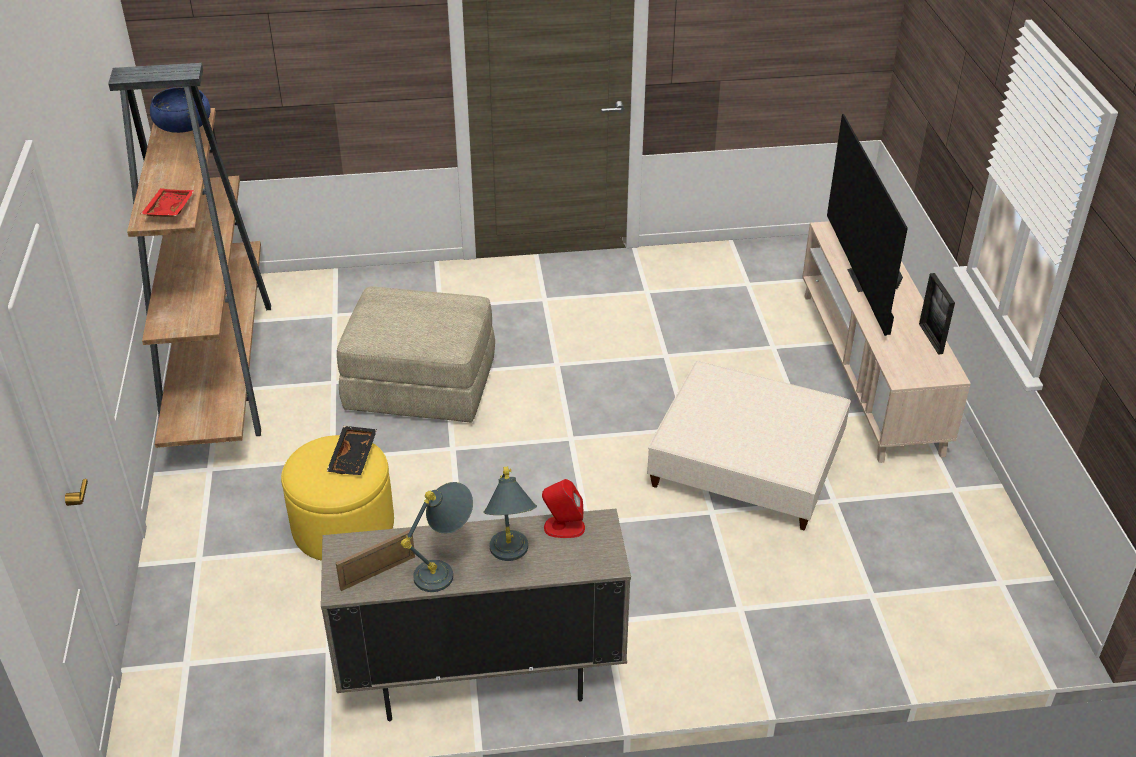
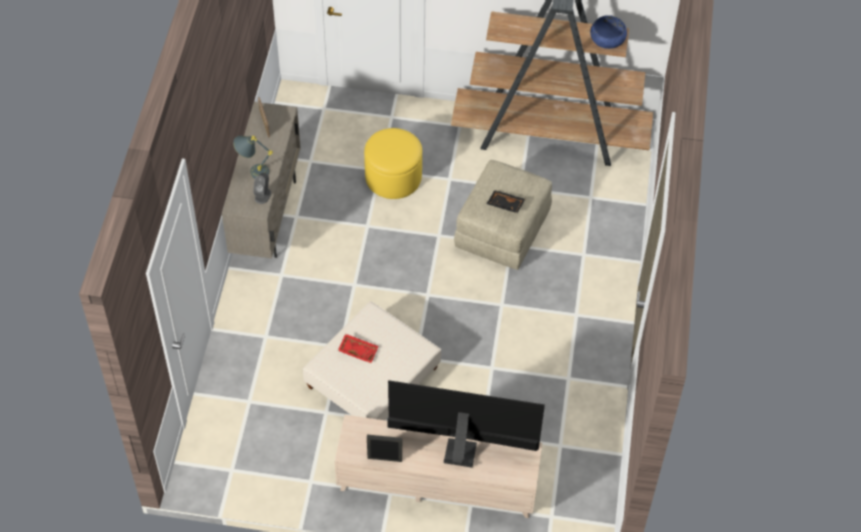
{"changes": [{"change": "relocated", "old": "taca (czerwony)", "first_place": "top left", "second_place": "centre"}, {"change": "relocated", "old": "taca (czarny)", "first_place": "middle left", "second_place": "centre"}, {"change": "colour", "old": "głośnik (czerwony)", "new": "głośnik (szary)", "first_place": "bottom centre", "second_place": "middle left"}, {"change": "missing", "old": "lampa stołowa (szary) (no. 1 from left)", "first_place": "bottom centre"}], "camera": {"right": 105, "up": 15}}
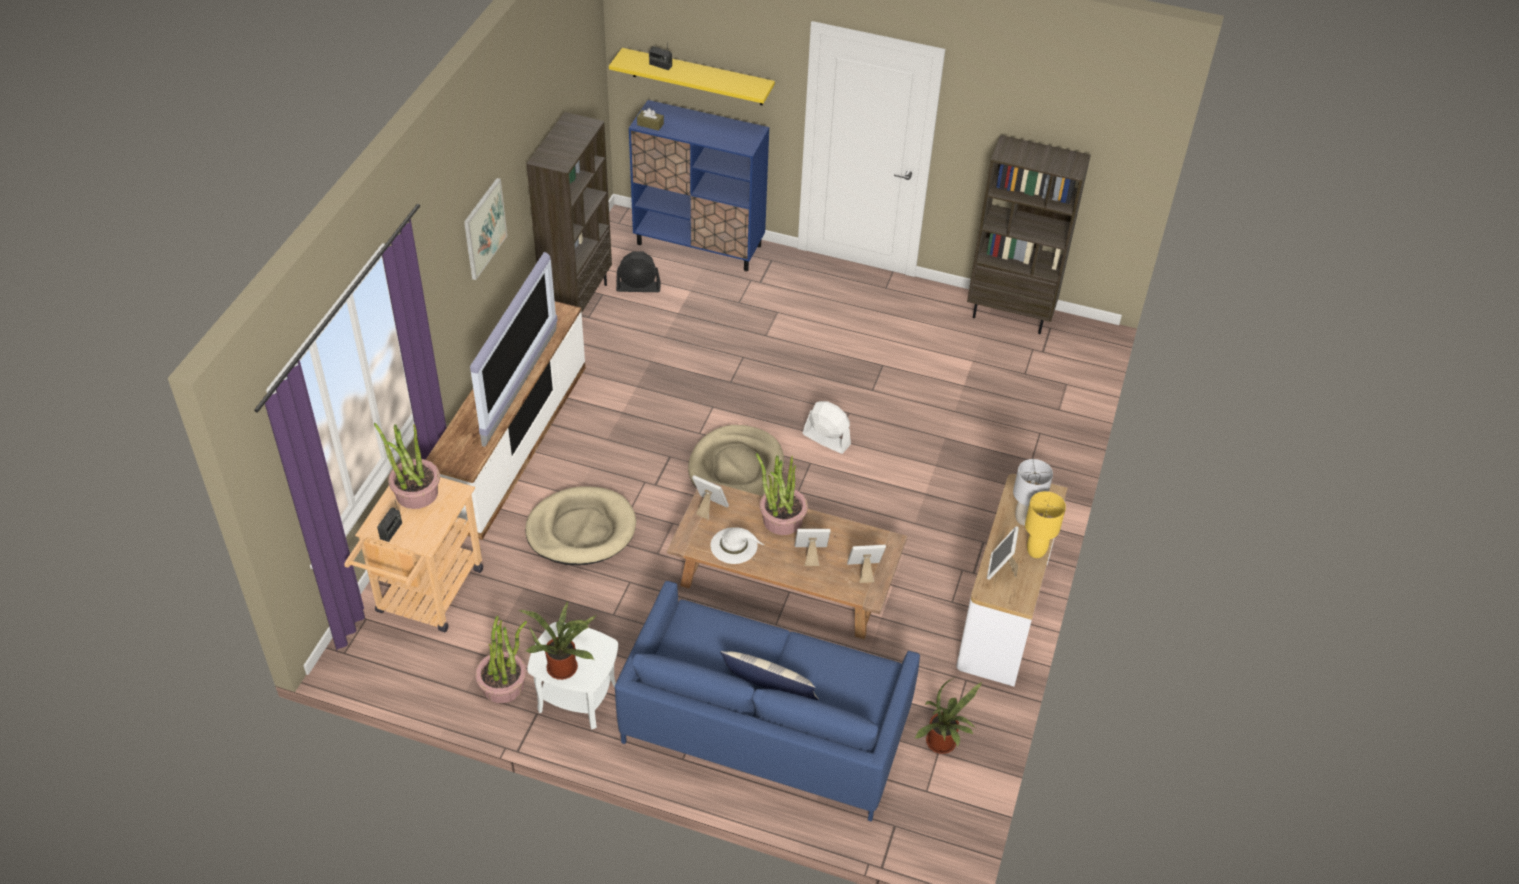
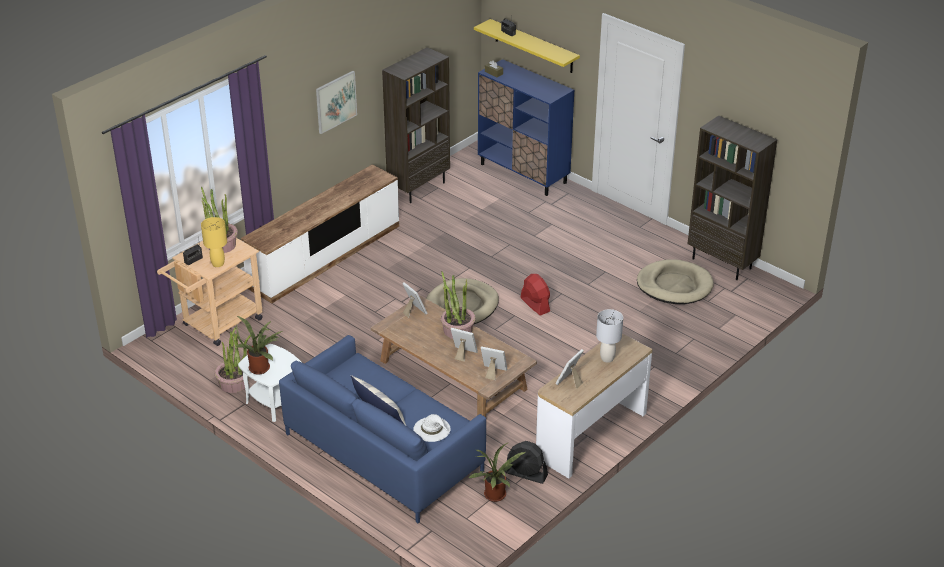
{"changes": [{"change": "relocated", "old": "wentylator (czarny)", "first_place": "top centre", "second_place": "bottom centre"}, {"change": "missing", "old": "telewizor", "first_place": "centre"}, {"change": "colour", "old": "wentylator (biały)", "new": "wentylator (czerwony)", "first_place": "centre", "second_place": "centre"}, {"change": "relocated", "old": "legowisko (beżowy) (no. 1 from left in the first image)", "new": "legowisko (beżowy) (no. 2 from left)", "first_place": "centre", "second_place": "middle right"}, {"change": "relocated", "old": "lampa stołowa (żółty)", "first_place": "middle right", "second_place": "middle left"}, {"change": "relocated", "old": "kapelusz (biały)", "first_place": "centre", "second_place": "bottom centre"}], "camera": {"right": 25, "up": -10}}
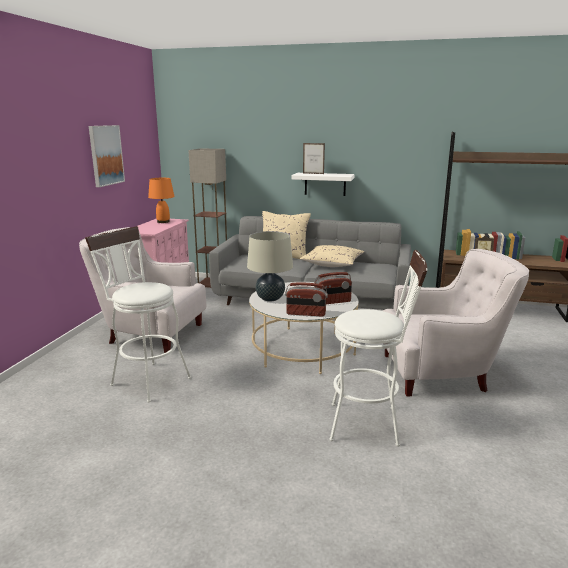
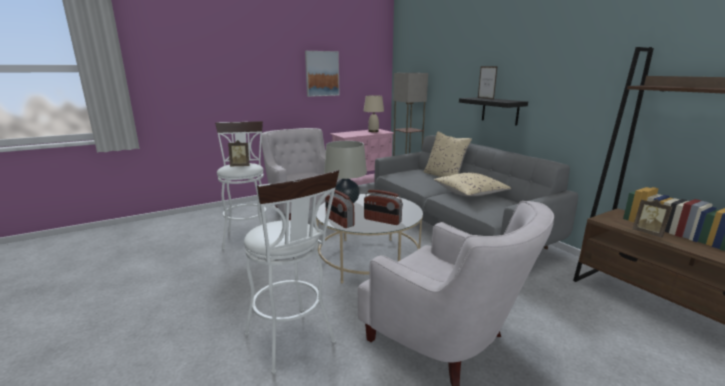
{"changes": [{"change": "colour", "old": "półka (biały)", "new": "półka (czarny)", "first_place": "top centre", "second_place": "top right"}, {"change": "colour", "old": "lampa stołowa (pomarańczowy)", "new": "lampa stołowa (beżowy) (no. 2 from left)", "first_place": "middle left", "second_place": "top centre"}, {"change": "appeared", "new": "ramka na zdjęcie (no. 1 from left)", "second_place": "middle left"}], "camera": {"right": 45, "up": 0}}
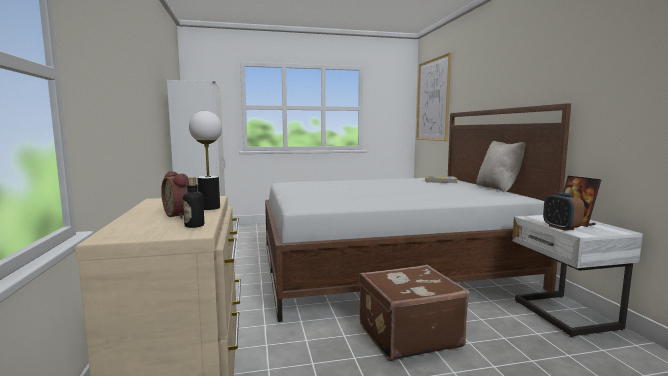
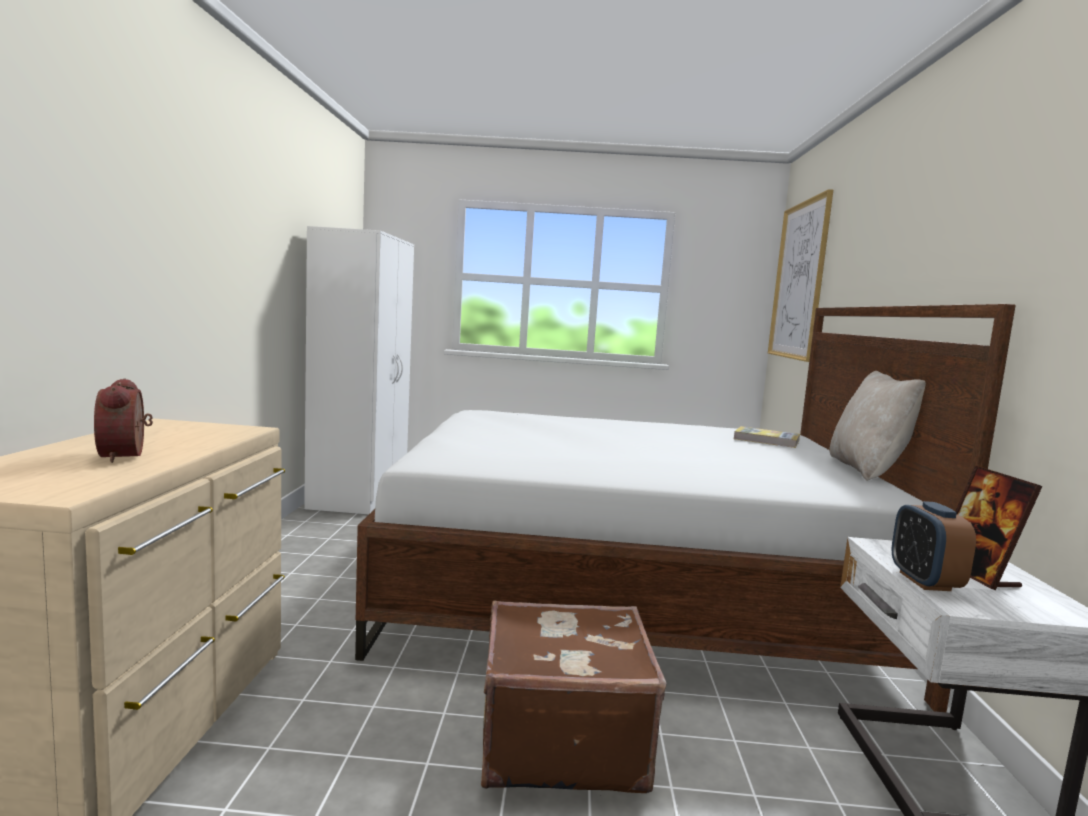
{"changes": [{"change": "missing", "old": "lampa stołowa", "first_place": "middle left"}, {"change": "missing", "old": "butelka", "first_place": "middle left"}], "camera": {"right": 15, "up": 0}}
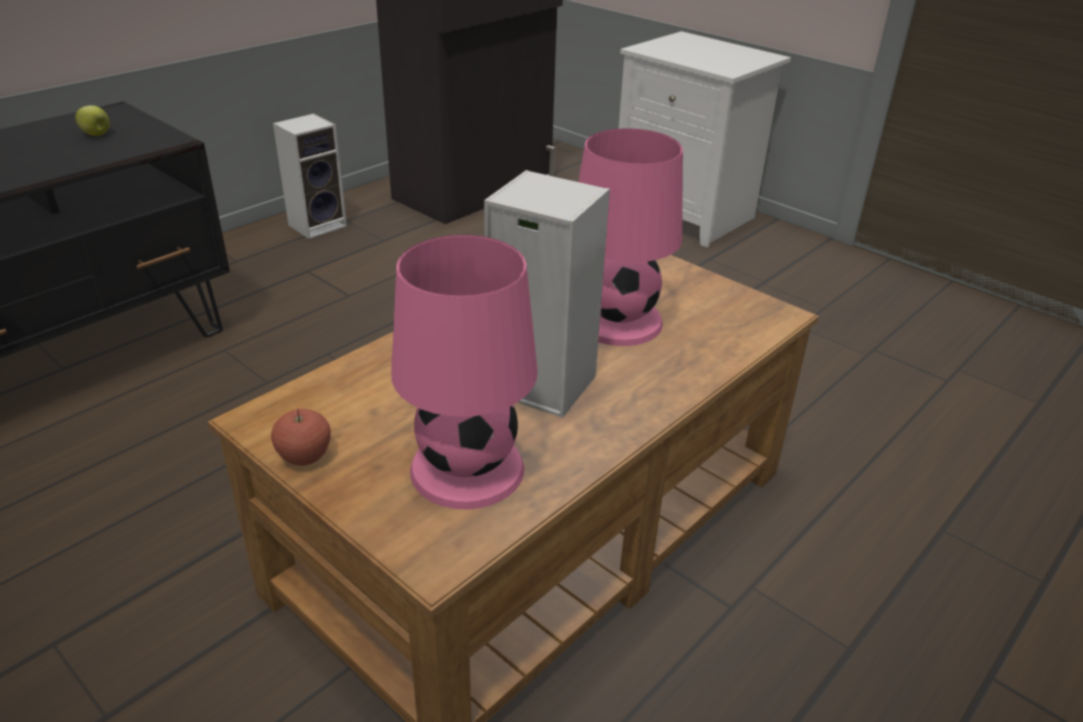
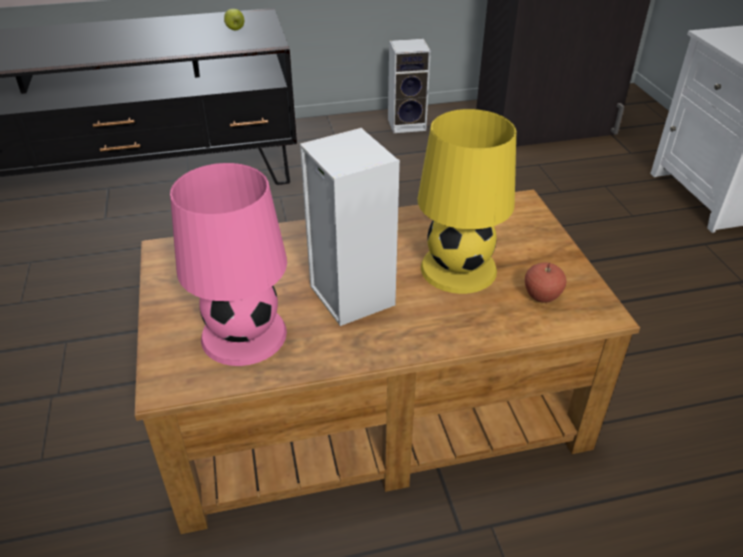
{"changes": [{"change": "colour", "old": "lampa stołowa (różowy) (no. 2 from left)", "new": "lampa stołowa (żółty)", "first_place": "top centre", "second_place": "centre"}, {"change": "relocated", "old": "jabłko (no. 2 from left)", "first_place": "middle left", "second_place": "middle right"}], "camera": {"right": 35, "up": 5}}
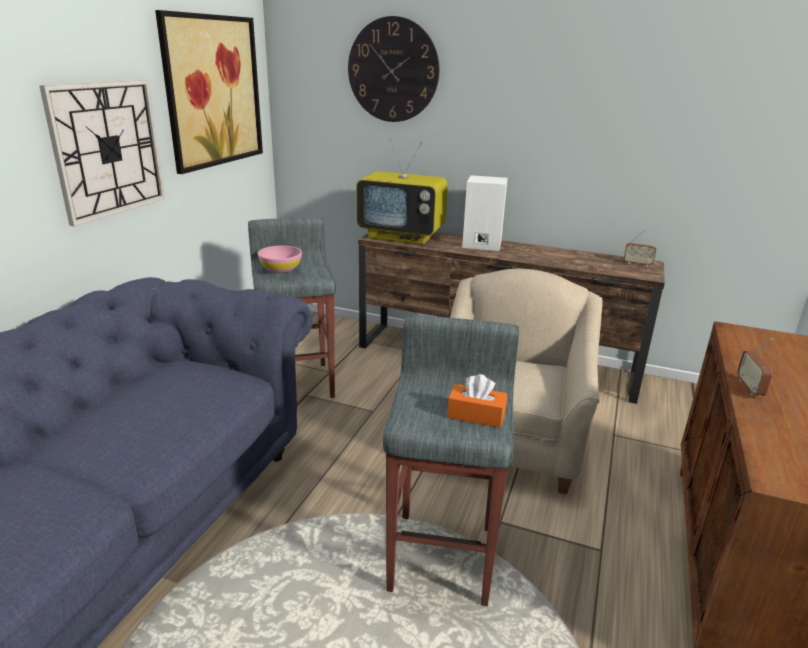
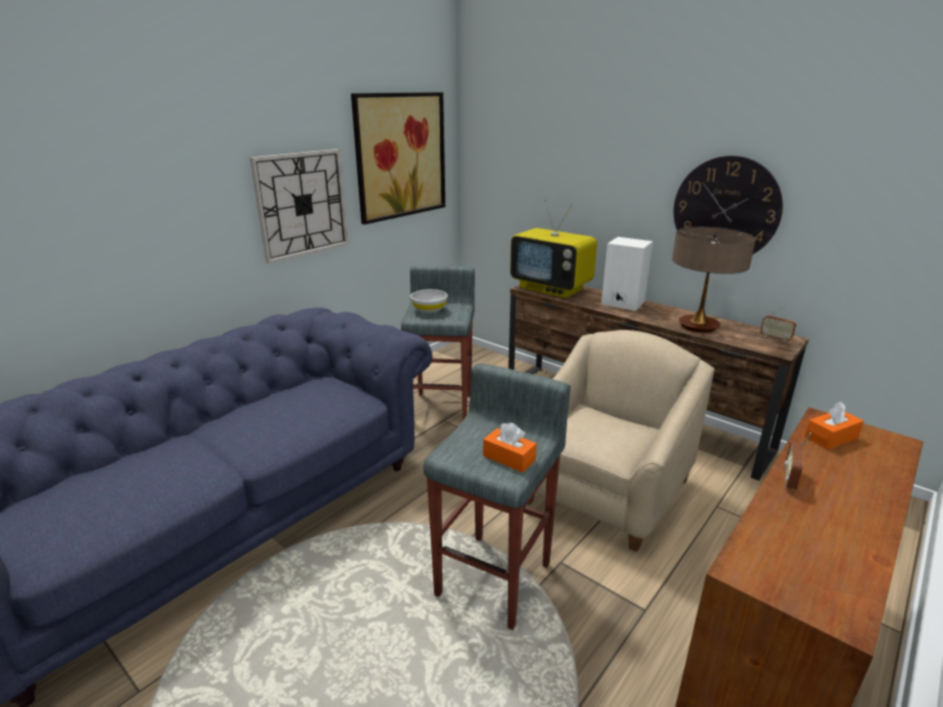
{"changes": [{"change": "relocated", "old": "zegar ścienny (no. 2 from left)", "first_place": "top centre", "second_place": "top right"}, {"change": "colour", "old": "miska (różowy)", "new": "miska (biały)", "first_place": "centre", "second_place": "centre"}, {"change": "appeared", "new": "lampa stołowa", "second_place": "middle right"}, {"change": "appeared", "new": "pudełko chusteczek (pomarańczowy) (no. 2 from left)", "second_place": "middle right"}], "camera": {"right": 20, "up": 0}}
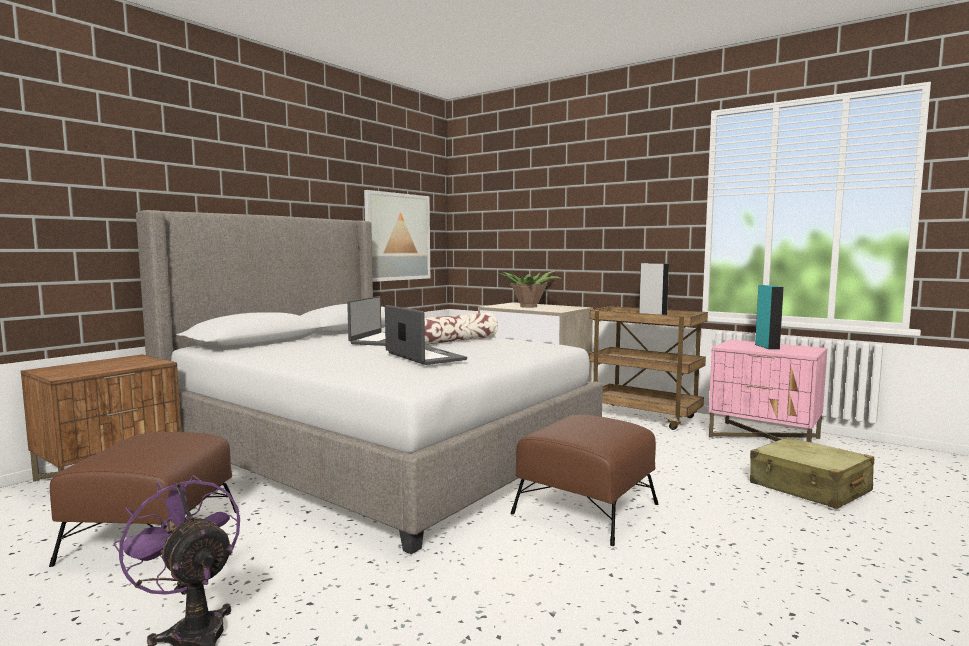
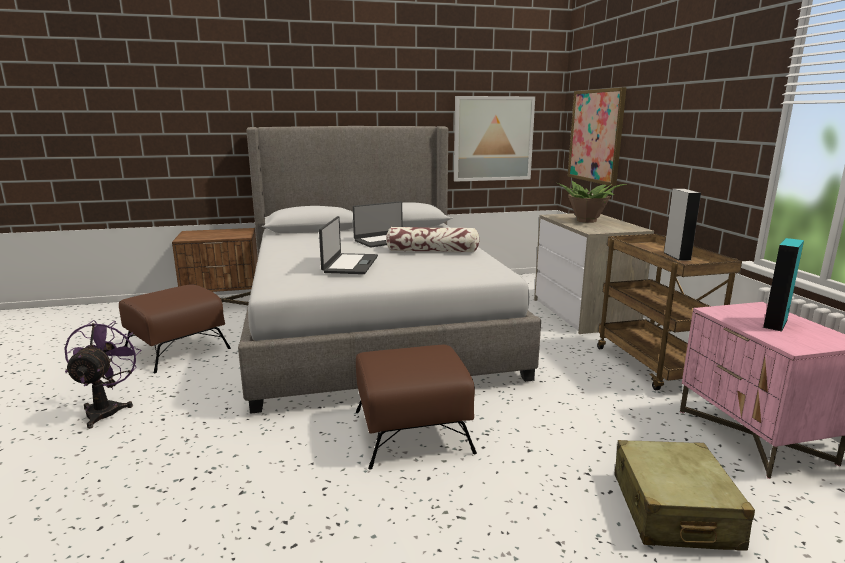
{"changes": [{"change": "appeared", "new": "obraz (no. 2 from left)", "second_place": "top right"}], "camera": {"right": 40, "up": 10}}
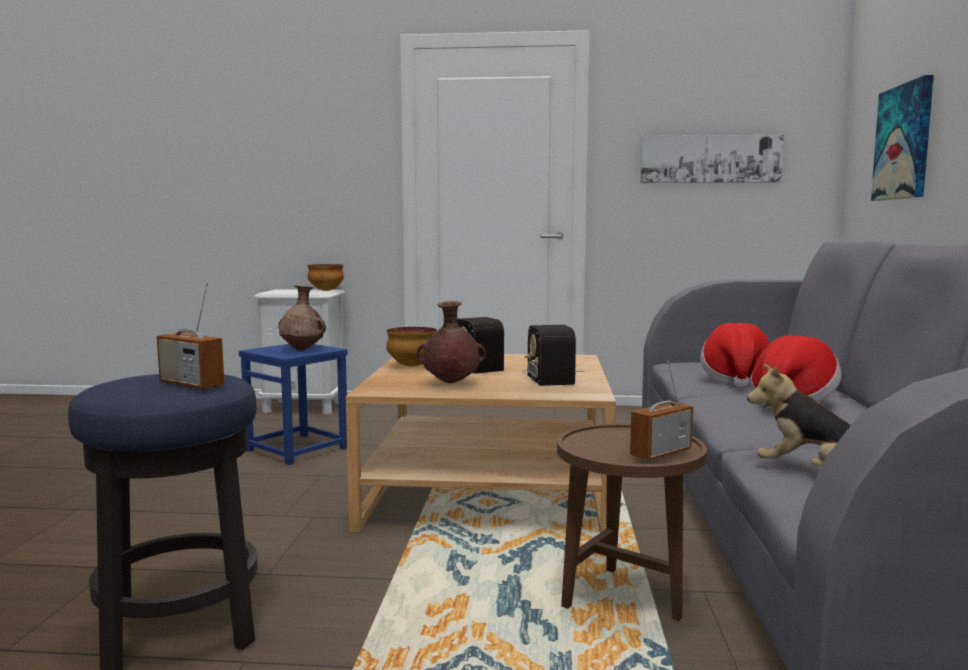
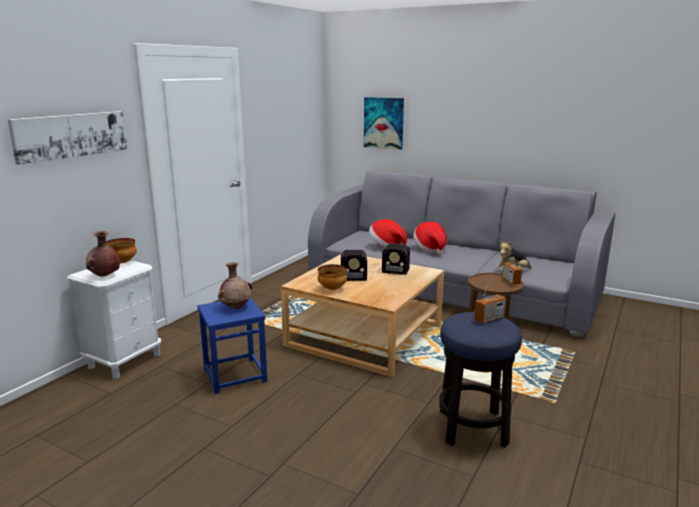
{"changes": [{"change": "relocated", "old": "obraz (no. 1 from left)", "first_place": "top right", "second_place": "top left"}, {"change": "relocated", "old": "wazon (brązowy) (no. 2 from left in the first image)", "new": "wazon (brązowy) (no. 1 from left)", "first_place": "centre", "second_place": "middle left"}], "camera": {"right": -65, "up": 10}}
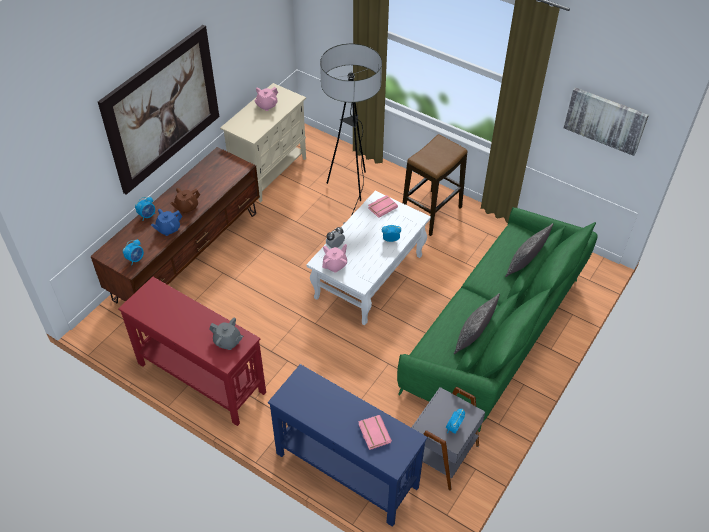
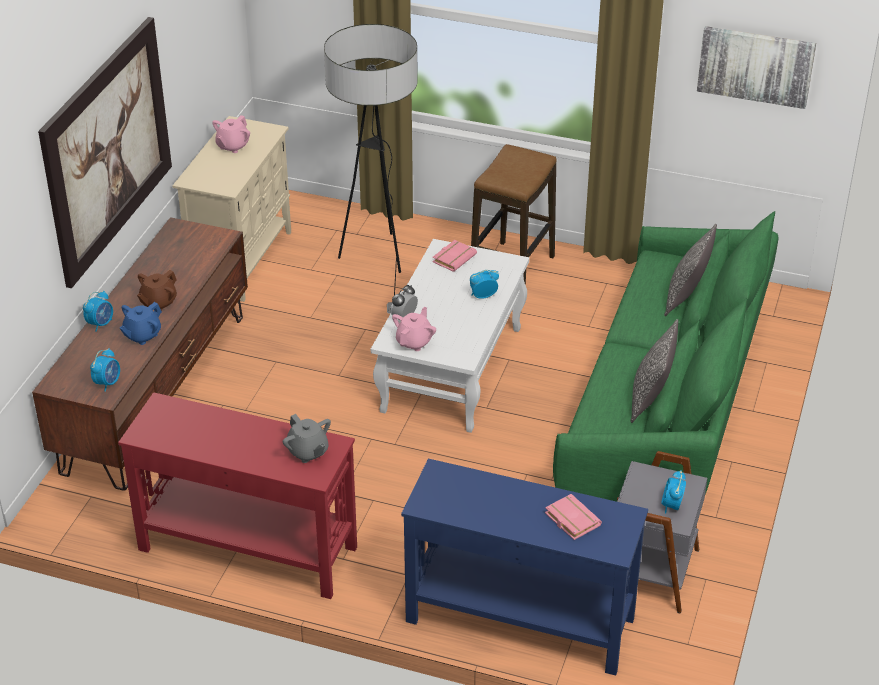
{"changes": [{"change": "spun", "old": "imbryk (szary)", "first_place": "middle left", "second_place": "centre", "degrees": 45}], "camera": {"right": -15, "up": -10}}
